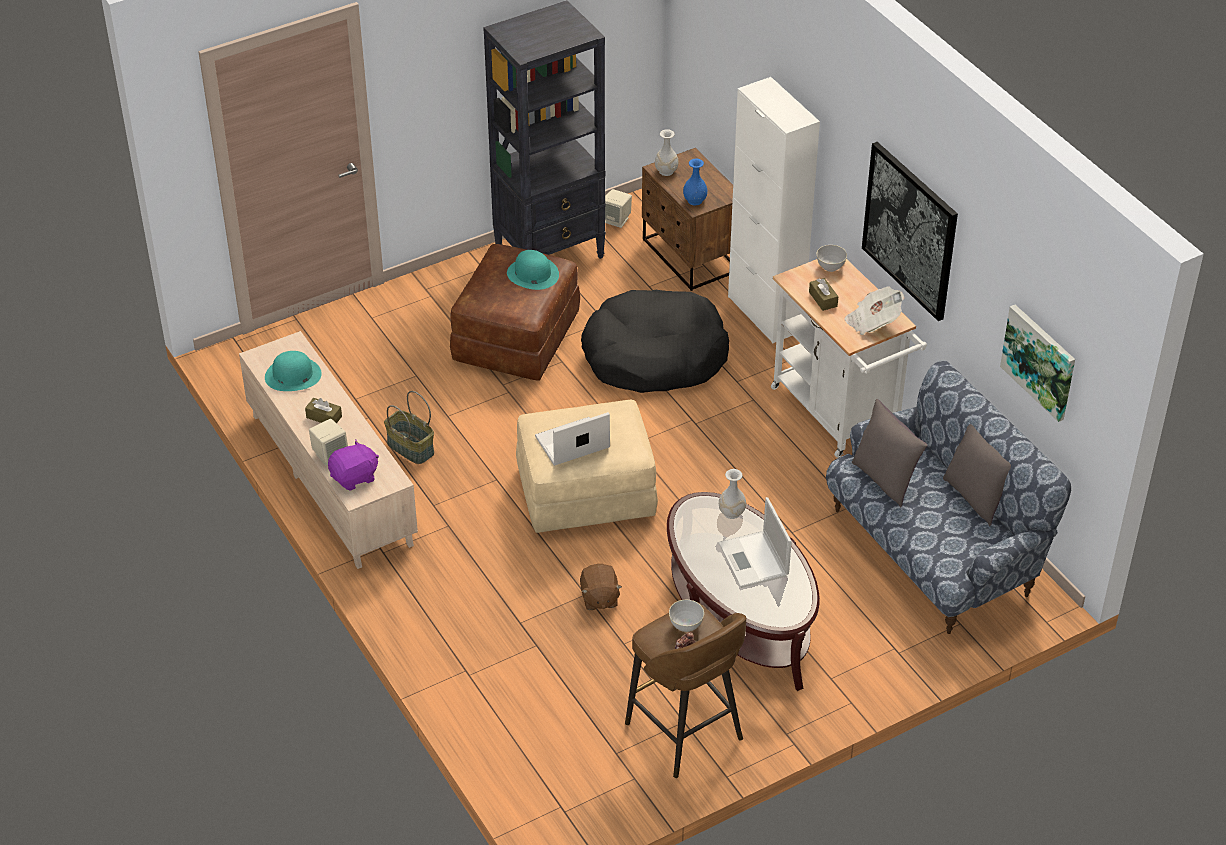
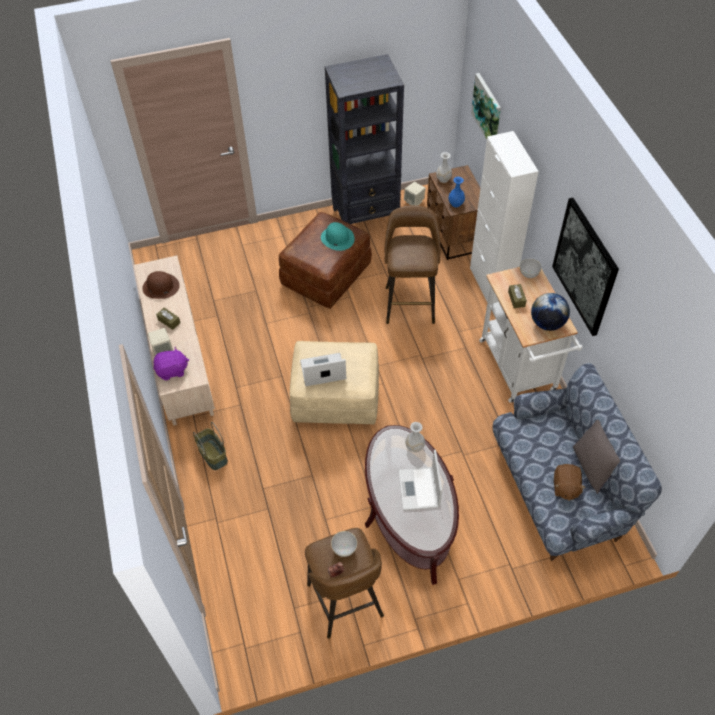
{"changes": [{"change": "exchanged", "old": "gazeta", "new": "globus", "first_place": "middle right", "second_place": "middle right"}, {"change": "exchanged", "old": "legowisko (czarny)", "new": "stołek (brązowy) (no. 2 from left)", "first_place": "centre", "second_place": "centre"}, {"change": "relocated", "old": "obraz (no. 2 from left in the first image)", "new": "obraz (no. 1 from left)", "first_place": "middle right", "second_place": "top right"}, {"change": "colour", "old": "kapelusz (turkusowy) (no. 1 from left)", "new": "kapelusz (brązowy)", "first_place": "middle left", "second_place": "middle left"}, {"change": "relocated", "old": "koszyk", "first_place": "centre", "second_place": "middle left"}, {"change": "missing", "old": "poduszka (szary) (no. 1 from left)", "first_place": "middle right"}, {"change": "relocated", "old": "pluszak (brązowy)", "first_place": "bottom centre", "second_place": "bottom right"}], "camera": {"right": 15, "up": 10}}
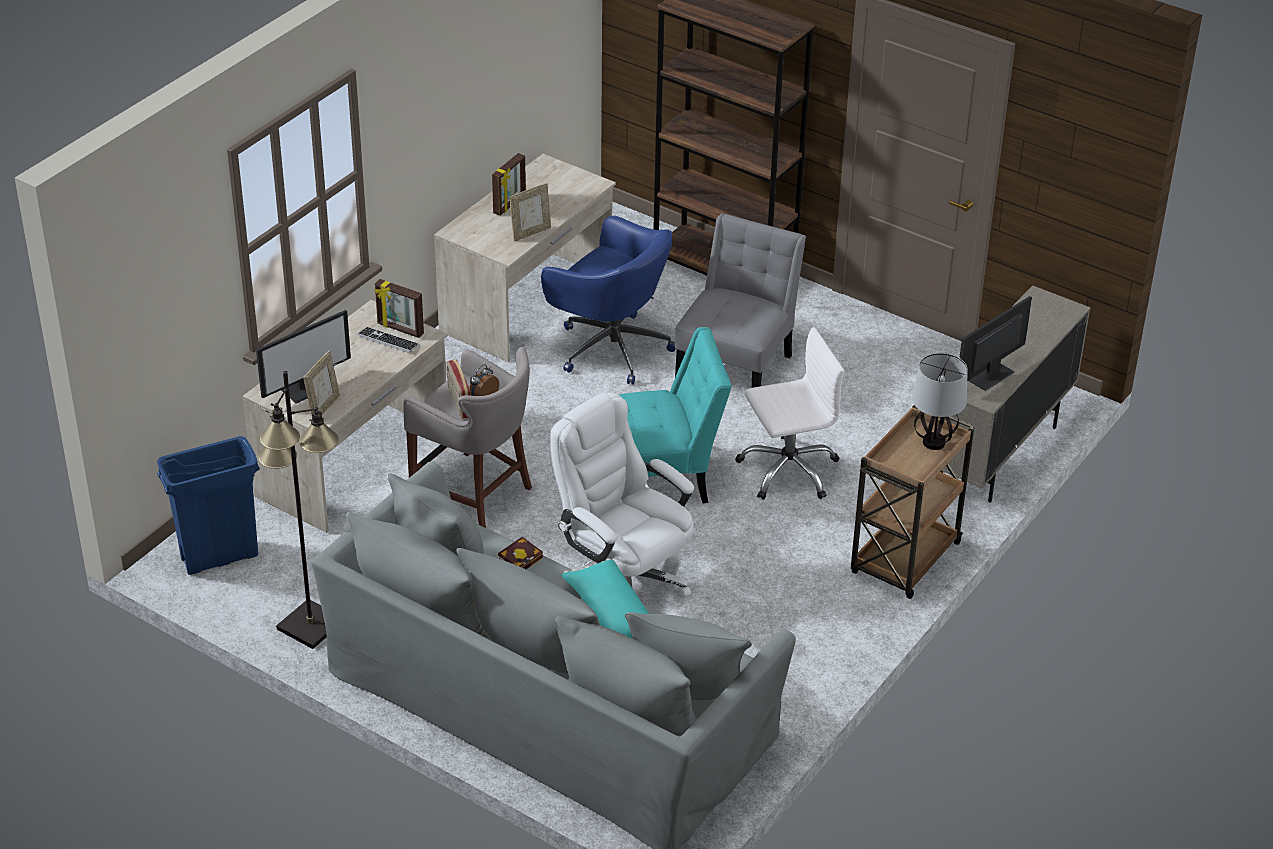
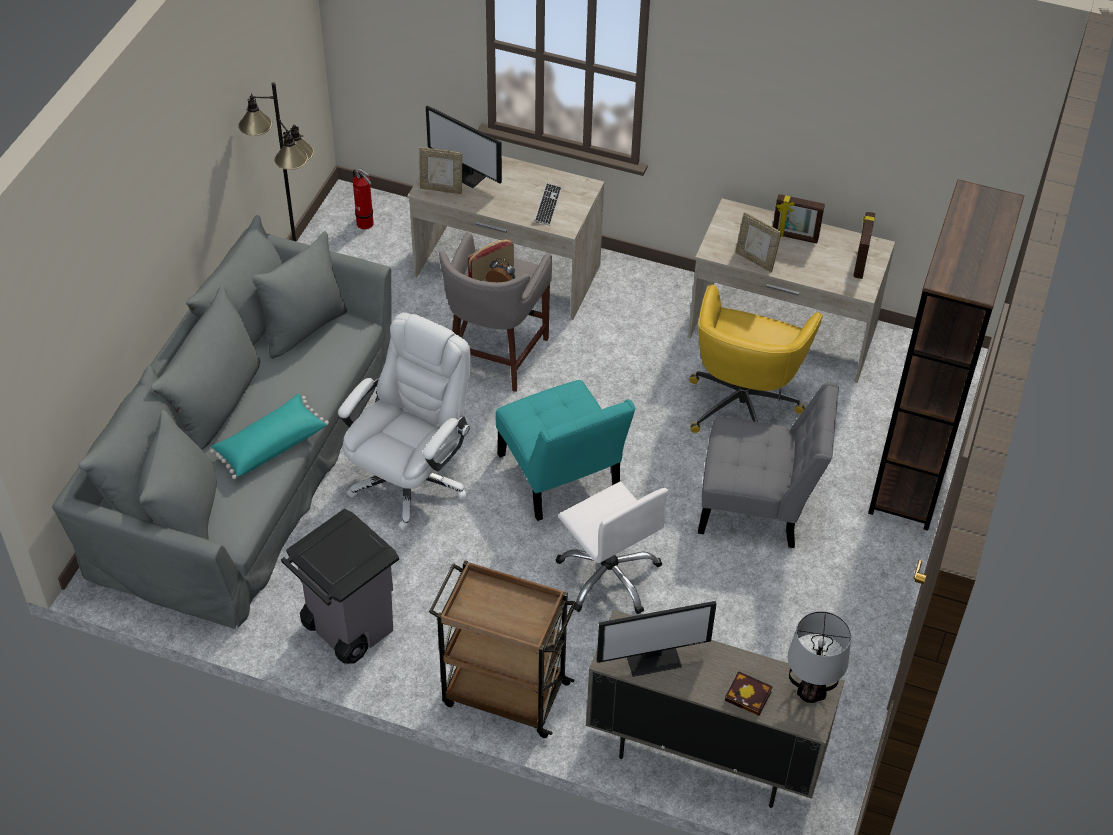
{"changes": [{"change": "colour", "old": "krzesło biurowe (niebieski)", "new": "krzesło biurowe (żółty)", "first_place": "centre", "second_place": "middle right"}, {"change": "relocated", "old": "ramka na zdjęcie (no. 2 from left in the first image)", "new": "ramka na zdjęcie (no. 4 from left)", "first_place": "middle left", "second_place": "top right"}, {"change": "spun", "old": "monitor (no. 2 from left)", "first_place": "middle right", "second_place": "bottom centre", "degrees": 135}, {"change": "relocated", "old": "lampa stołowa", "first_place": "middle right", "second_place": "bottom right"}, {"change": "exchanged", "old": "kosz na śmieci (niebieski)", "new": "gaśnica", "first_place": "middle left", "second_place": "top left"}, {"change": "relocated", "old": "książka", "first_place": "centre", "second_place": "bottom right"}, {"change": "appeared", "new": "kosz na śmieci (szary)", "second_place": "bottom left"}], "camera": {"right": 75, "up": 10}}
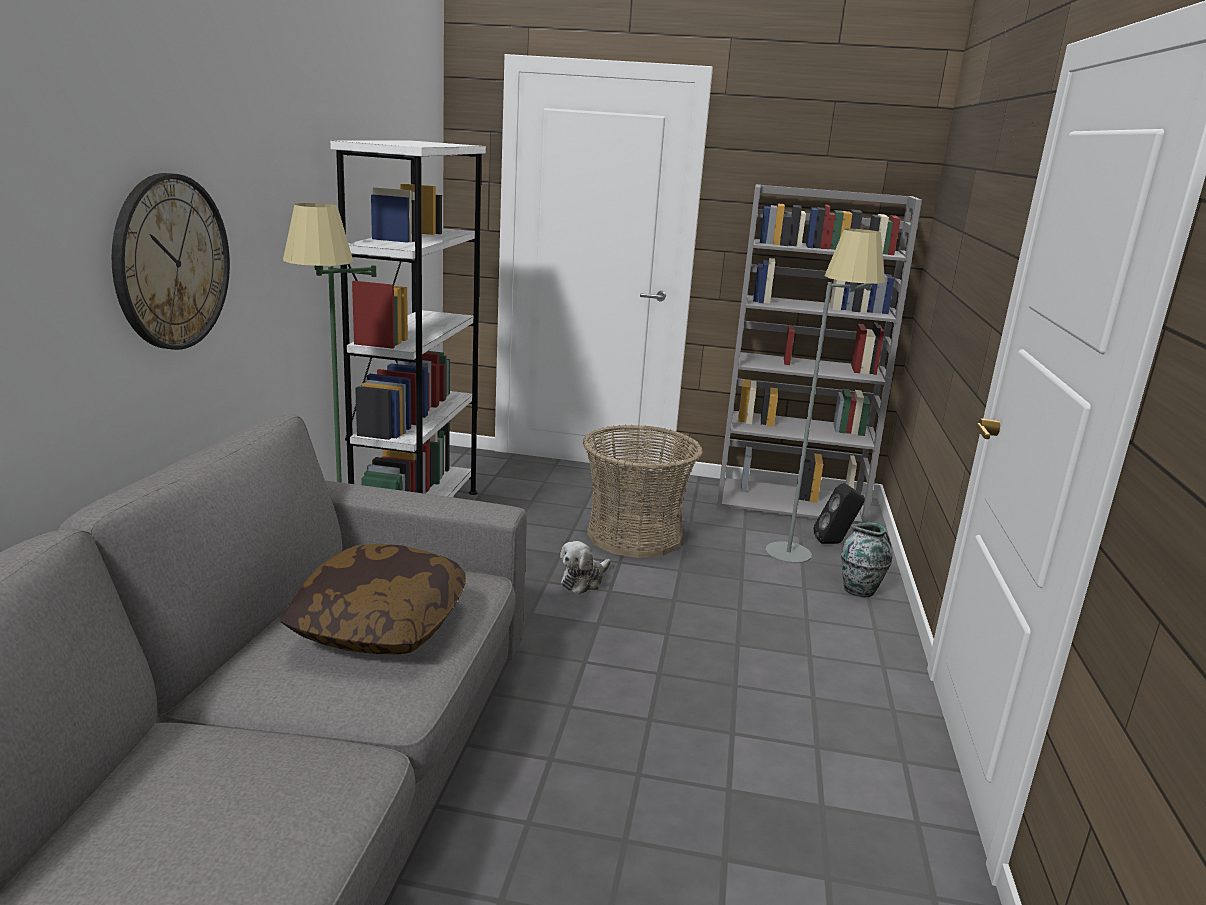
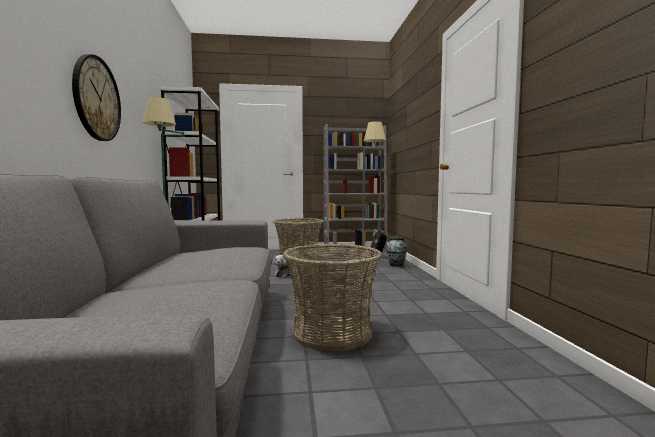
{"changes": [{"change": "missing", "old": "poduszka", "first_place": "middle left"}, {"change": "appeared", "new": "koszyk (no. 2 from left)", "second_place": "bottom centre"}], "camera": {"right": -15, "up": -15}}
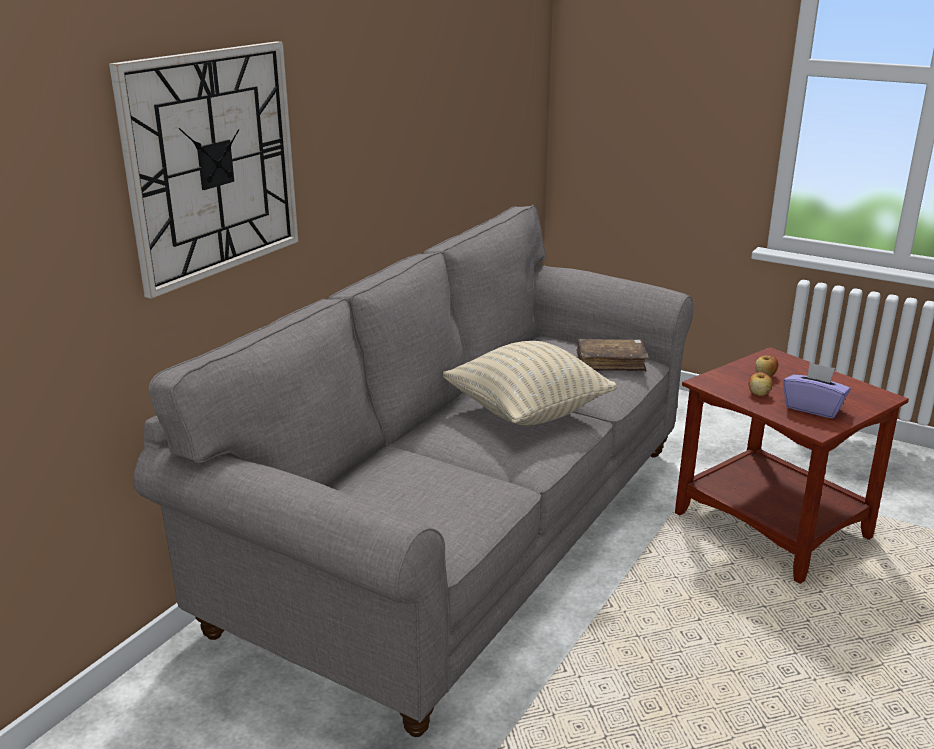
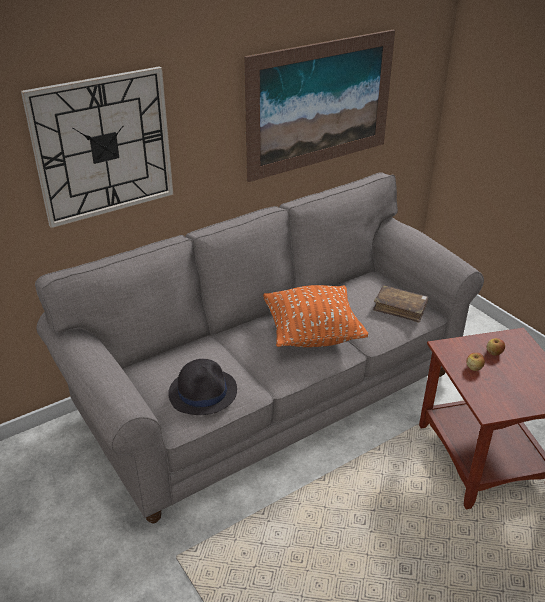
{"changes": [{"change": "colour", "old": "poduszka (beżowy)", "new": "poduszka (pomarańczowy)", "first_place": "centre", "second_place": "centre"}, {"change": "missing", "old": "pudełko chusteczek (fioletowy)", "first_place": "middle right"}, {"change": "appeared", "new": "obraz", "second_place": "top centre"}, {"change": "appeared", "new": "kapelusz (czarny)", "second_place": "centre"}], "camera": {"right": 25, "up": 10}}
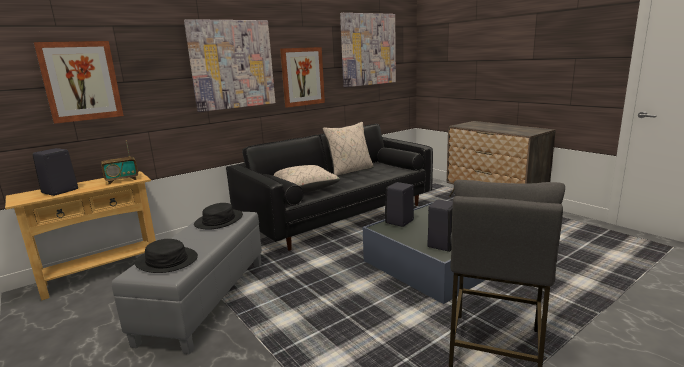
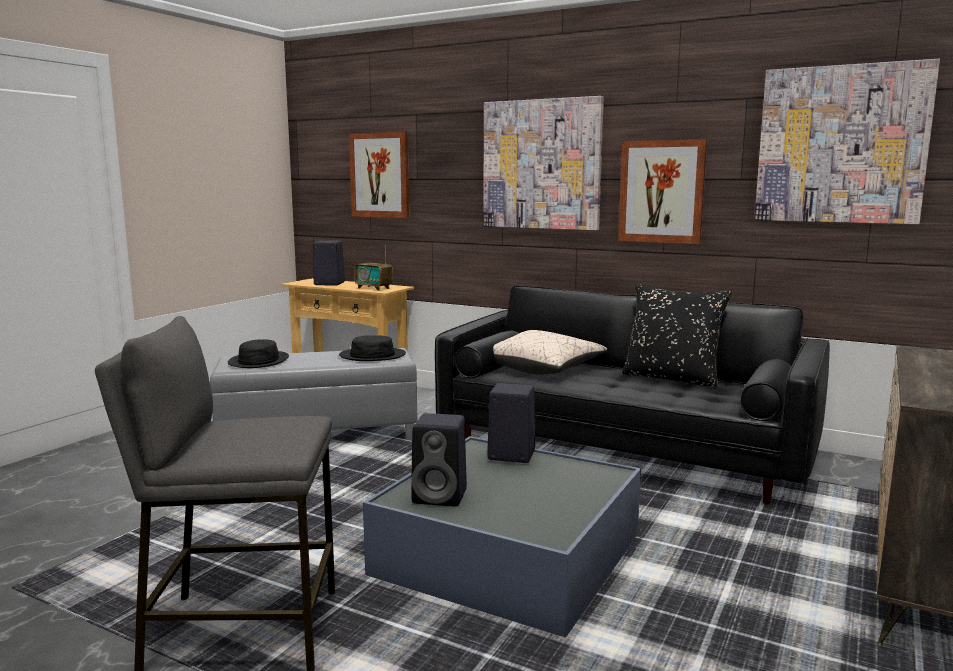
{"changes": [{"change": "colour", "old": "poduszka (beżowy) (no. 2 from left)", "new": "poduszka (czarny)", "first_place": "centre", "second_place": "middle right"}], "camera": {"right": 65, "up": -5}}
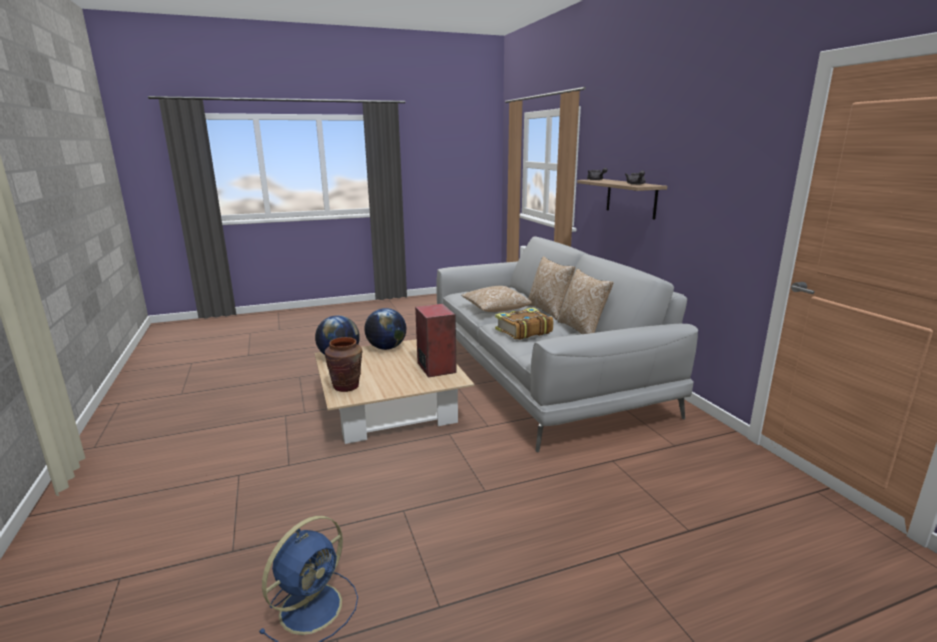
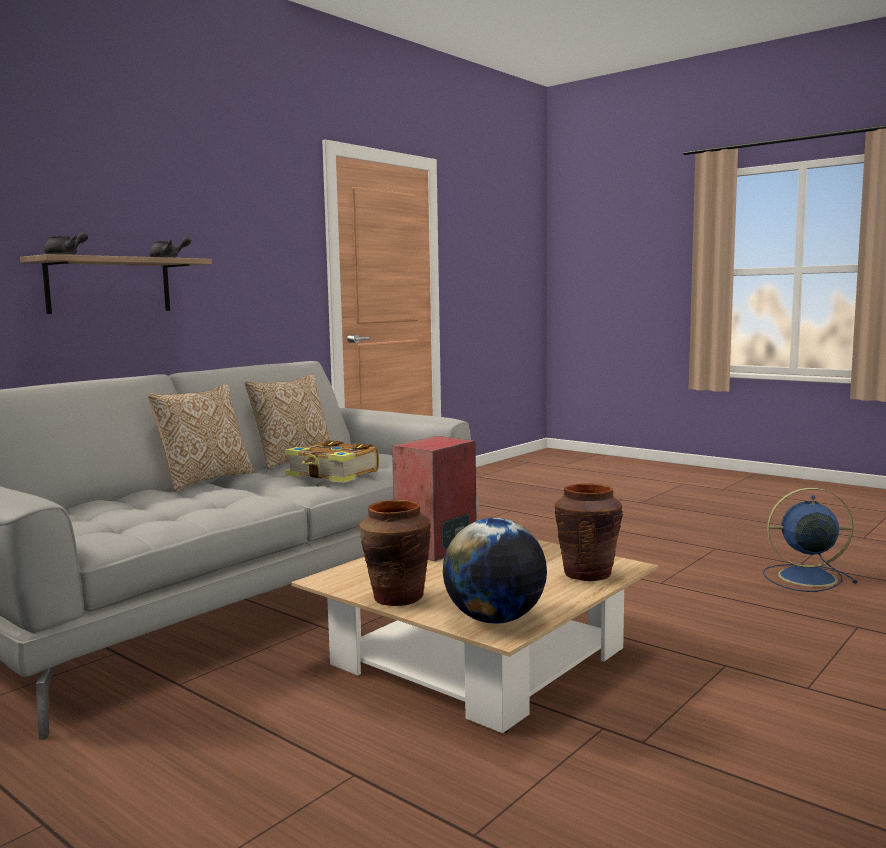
{"changes": [{"change": "missing", "old": "poduszka (no. 1 from left)", "first_place": "centre"}, {"change": "exchanged", "old": "globus (no. 2 from left)", "new": "wazon (brązowy) (no. 1 from left)", "first_place": "centre", "second_place": "centre"}], "camera": {"right": -120, "up": -10}}
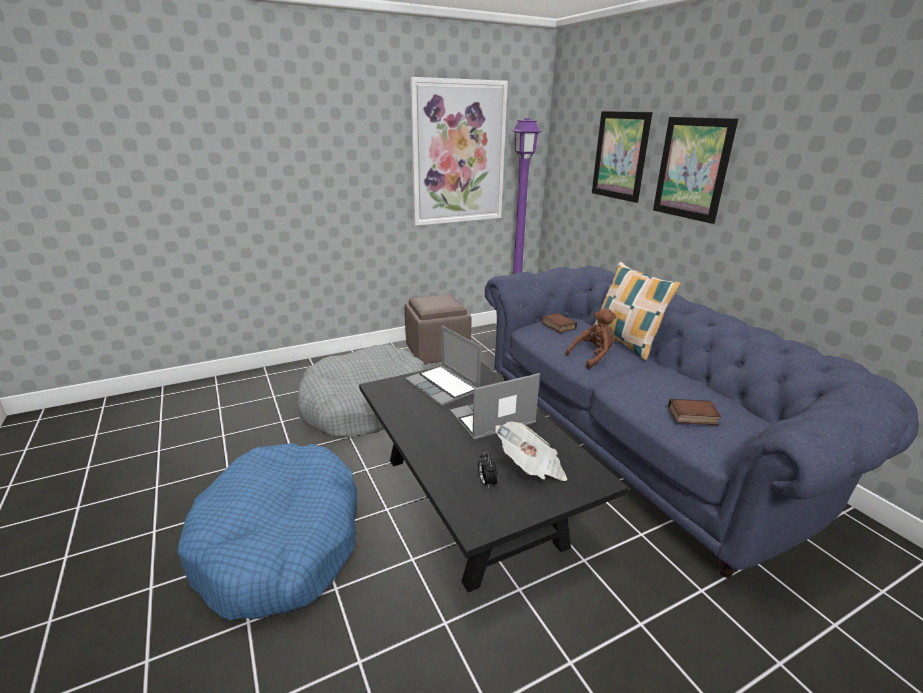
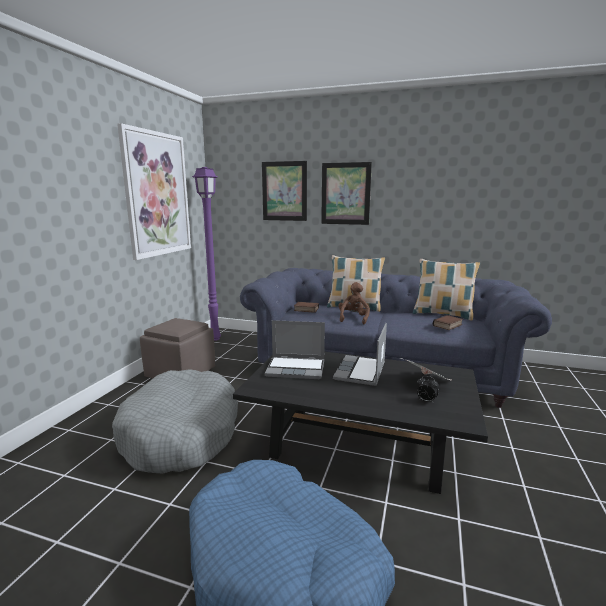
{"changes": [{"change": "appeared", "new": "poduszka (no. 2 from left)", "second_place": "middle right"}], "camera": {"right": -45, "up": -10}}
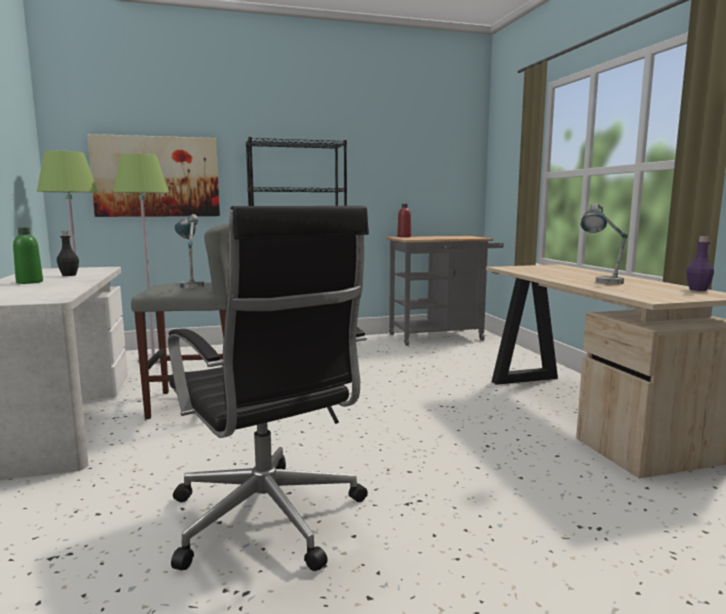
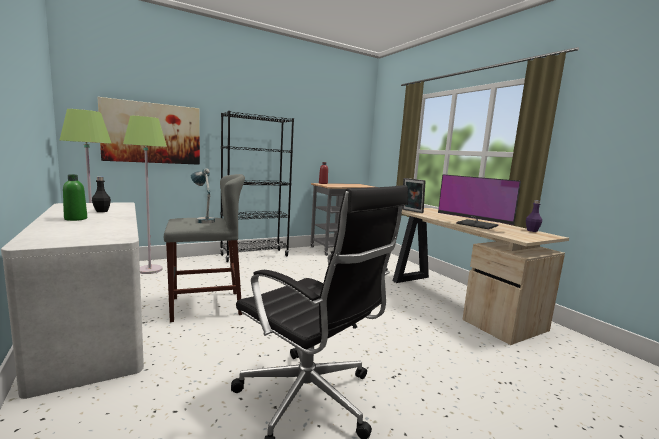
{"changes": [{"change": "exchanged", "old": "lampa stołowa (no. 2 from left)", "new": "monitor", "first_place": "middle right", "second_place": "middle right"}, {"change": "appeared", "new": "ramka na zdjęcie", "second_place": "centre"}], "camera": {"right": -15, "up": 0}}
